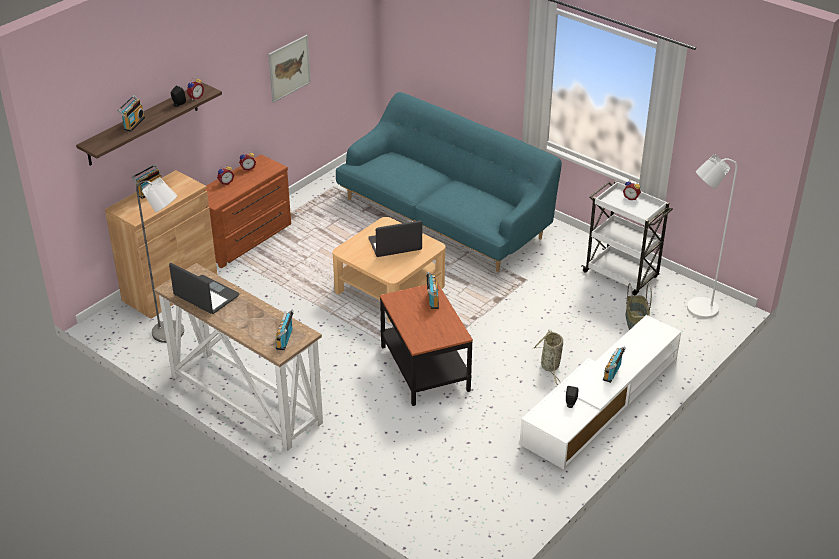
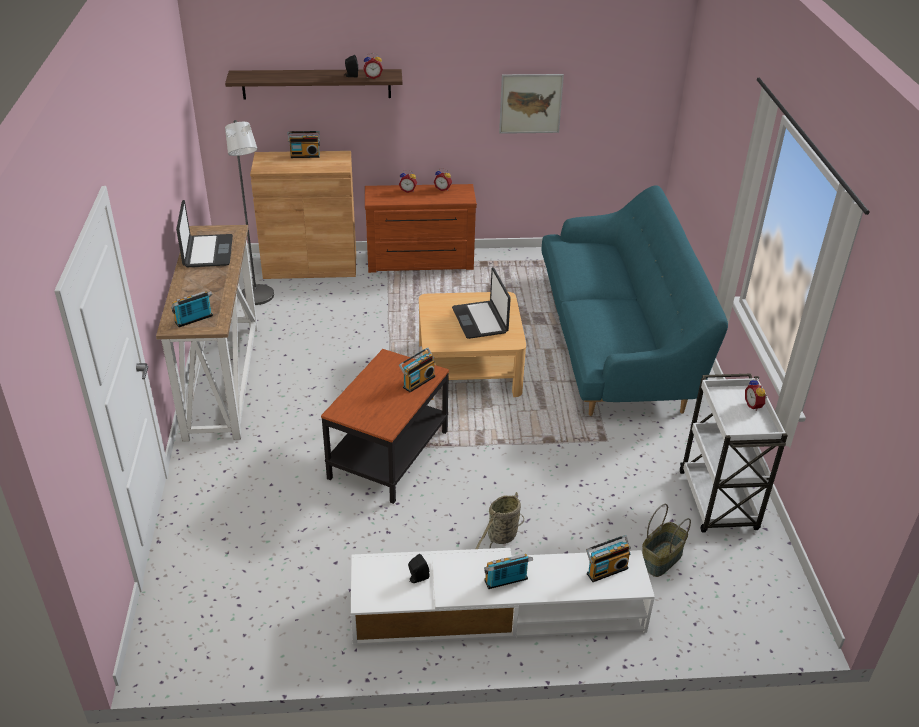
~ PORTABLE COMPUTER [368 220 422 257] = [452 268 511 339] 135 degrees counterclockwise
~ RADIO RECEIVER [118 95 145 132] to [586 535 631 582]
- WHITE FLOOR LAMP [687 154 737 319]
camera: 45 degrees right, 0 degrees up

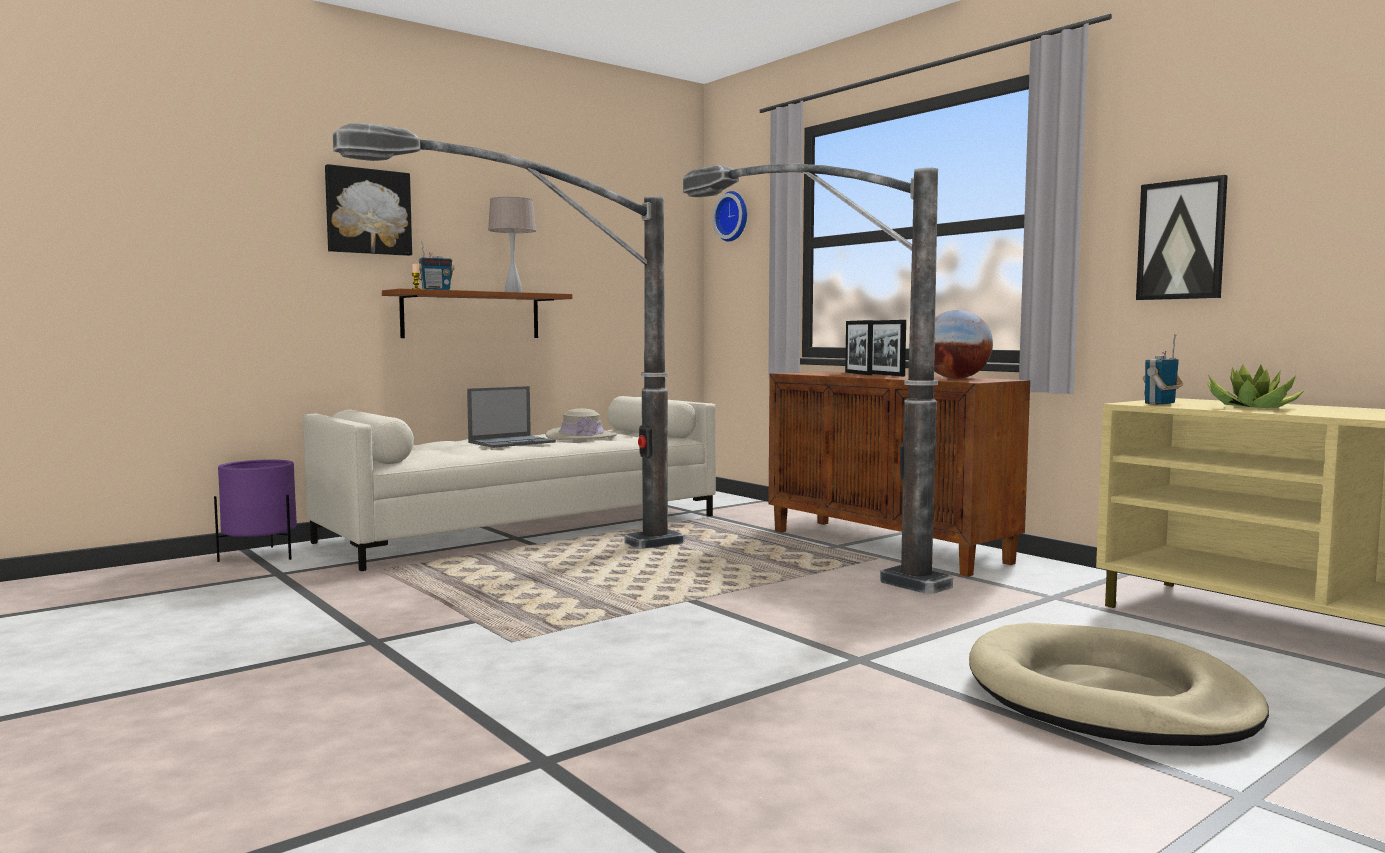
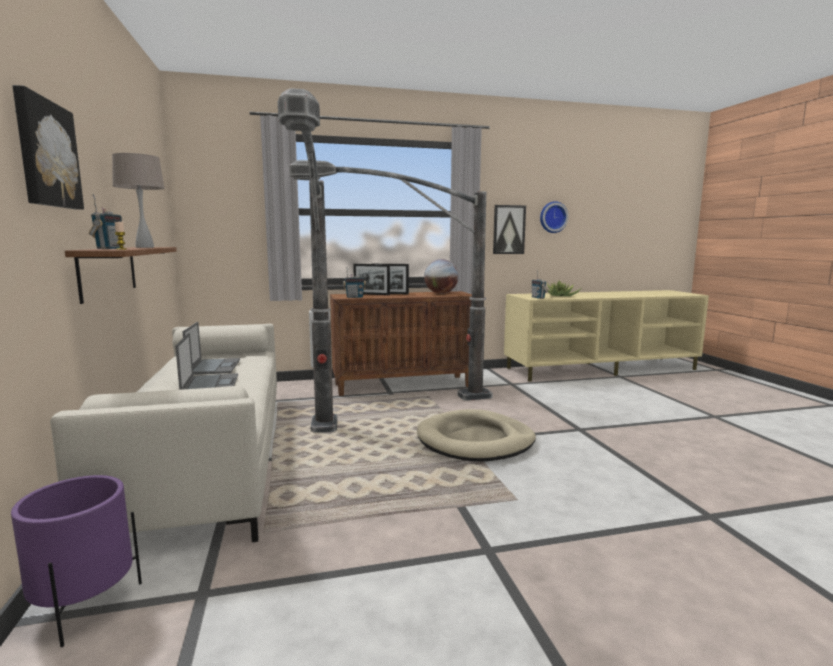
~ BEIGE CLOTHING HAT [546 408 617 440] to PORTABLE COMPUTER [182 322 240 375]
+ RADIO RECEIVER [343 267 366 298]
~ BEIGE PET BED [969 623 1269 746] to [417 409 536 462]
~ WALL CLOCK [712 191 747 242] to [540 201 568 233]
camera: 65 degrees left, 5 degrees up

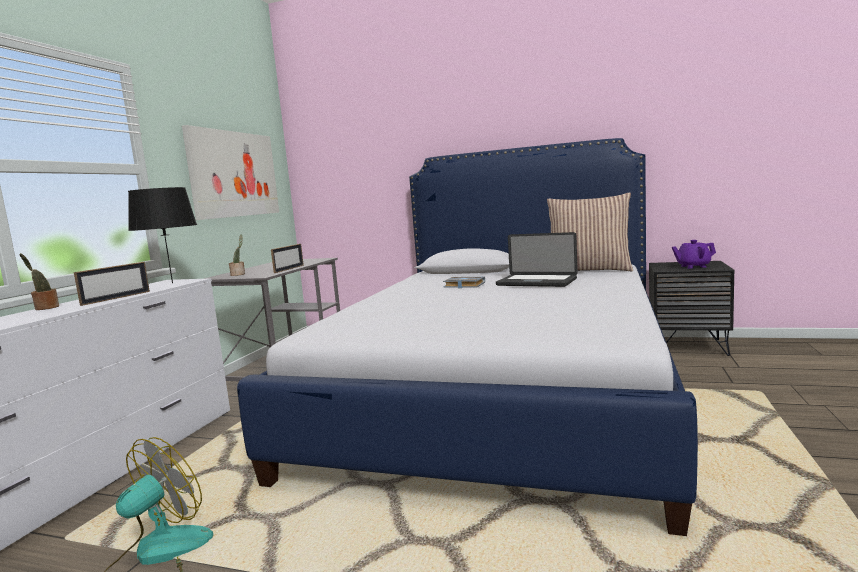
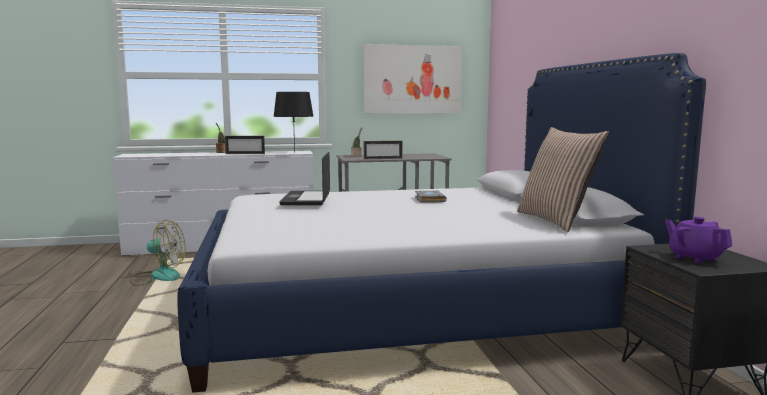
~ PORTABLE COMPUTER [496 232 578 287] to [280 152 330 206]
camera: 60 degrees right, 0 degrees up

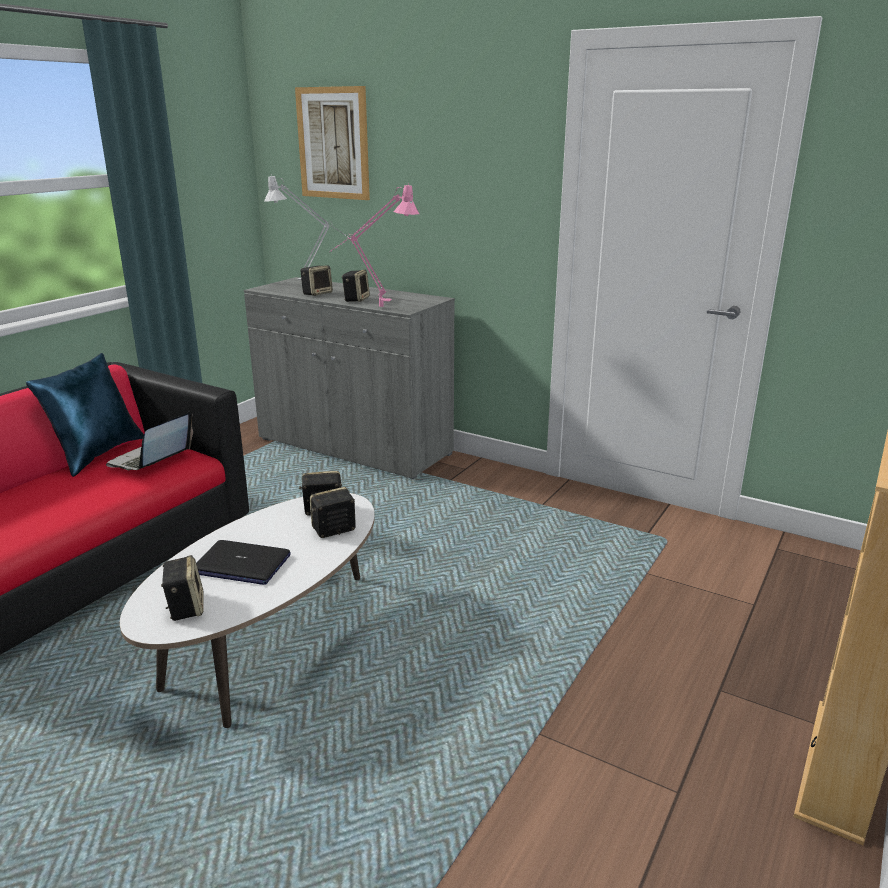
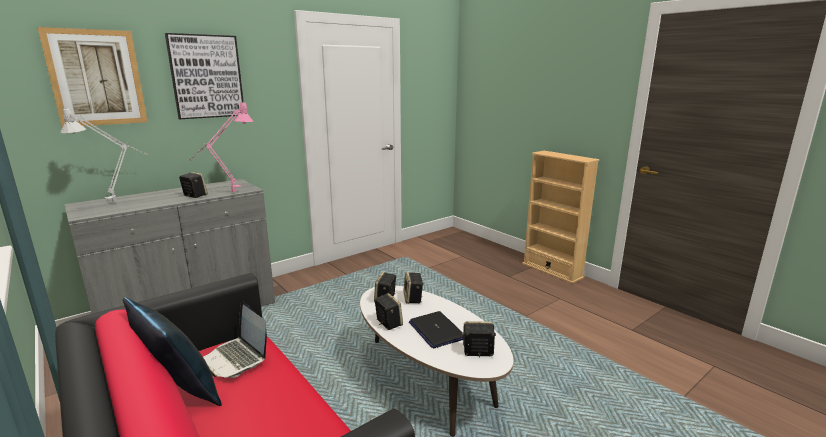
+ WALL PICTURE [165 33 244 119]
~ AUDIO SPEAKER [300 265 333 296] to [374 293 403 330]
~ PORTABLE COMPUTER [196 540 291 585] = [409 311 463 348] 120 degrees clockwise
camera: 70 degrees left, 5 degrees down

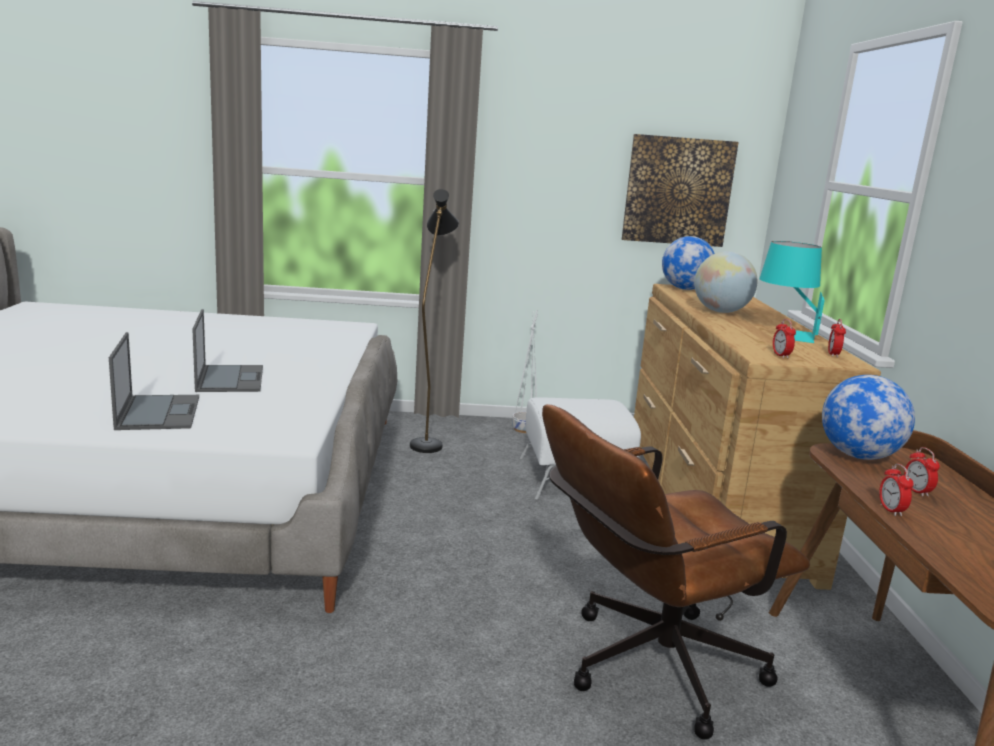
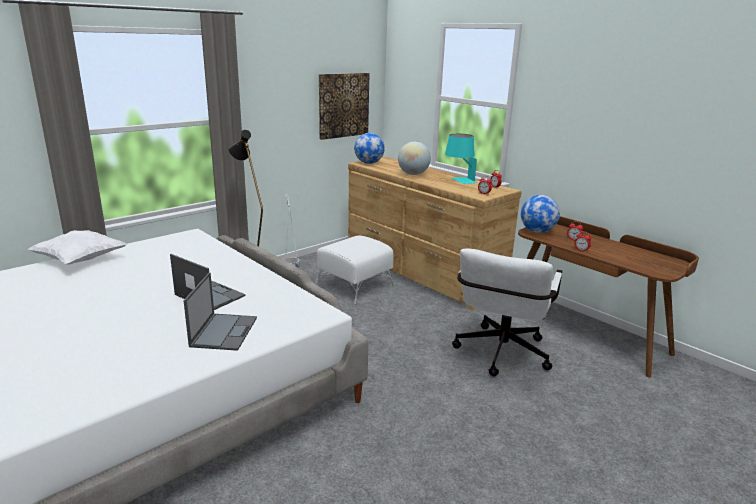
+ WHITE THROW PILLOW [28 230 126 264]
~ PORTABLE COMPUTER [109 332 199 430] = [183 272 257 351] 60 degrees clockwise
~ BROWNISH DESK CHAIR [542 404 810 740] to WHITE DESK CHAIR [452 248 562 377]
camera: 40 degrees left, 5 degrees up

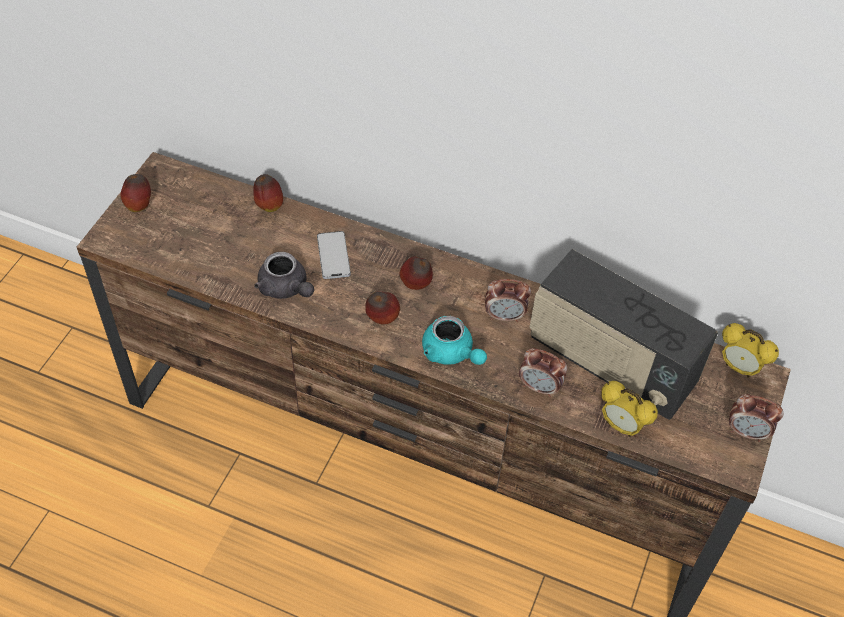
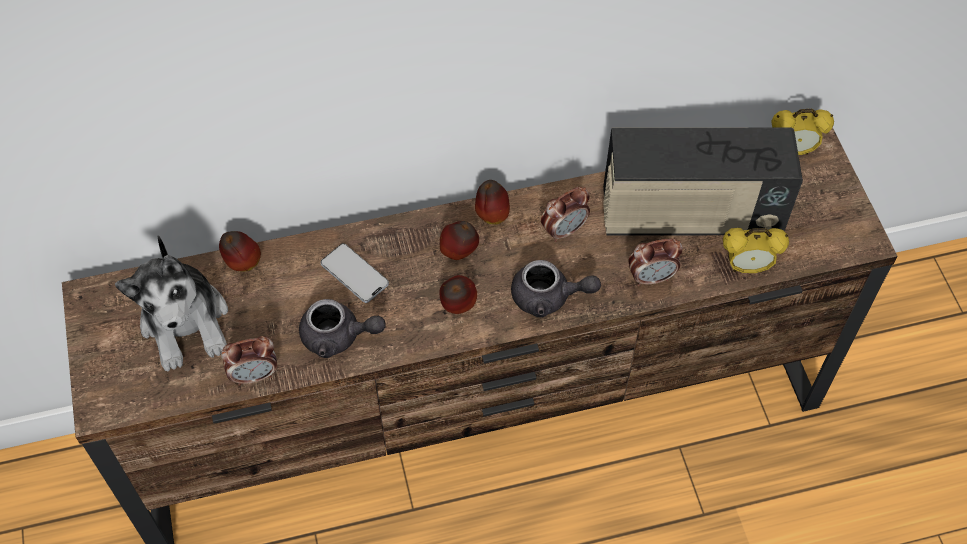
+ SOFT TOY [115 235 228 372]
~ TABLE CLOCK [729 394 783 442] to [221 336 277 386]
~ WHOLE APPLE [120 174 151 212] to [475 180 510 225]
~ BLUE-GREEN POT FOR TEA [422 316 487 365] to GREYISH POT FOR TEA [511 260 601 317]
camera: 35 degrees left, 5 degrees up

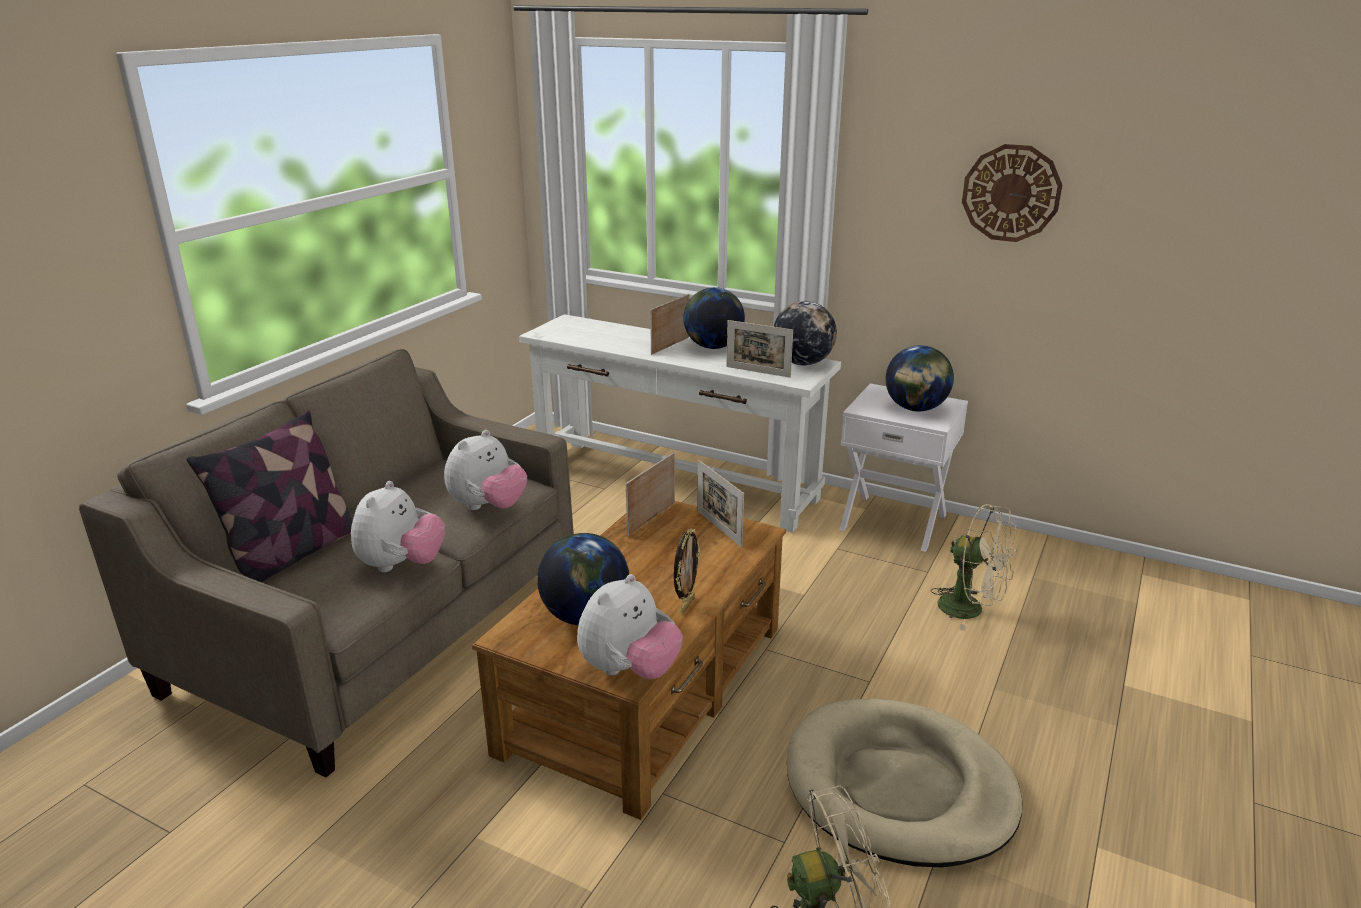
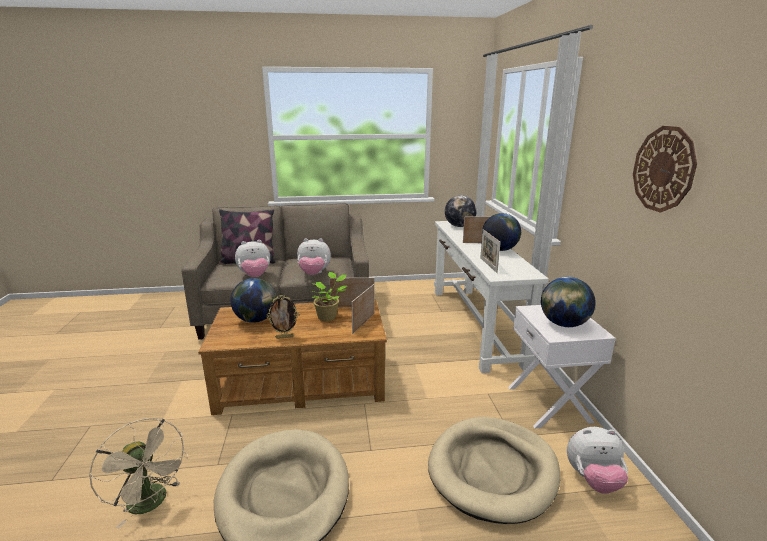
+ PLANT IN A POT [311 272 347 321]
~ BEIGE FAN [931 504 1017 631] to BEIGE PET BED [428 417 560 524]
~ WORLD GLOBE [774 301 837 365] to [445 195 477 227]
~ SOFT TOY [577 574 683 679] to [567 427 628 494]
camera: 55 degrees right, 5 degrees down

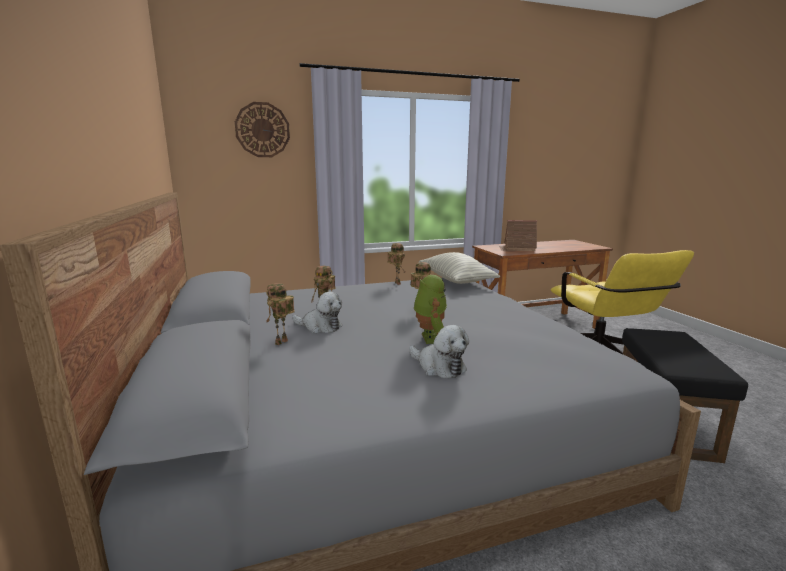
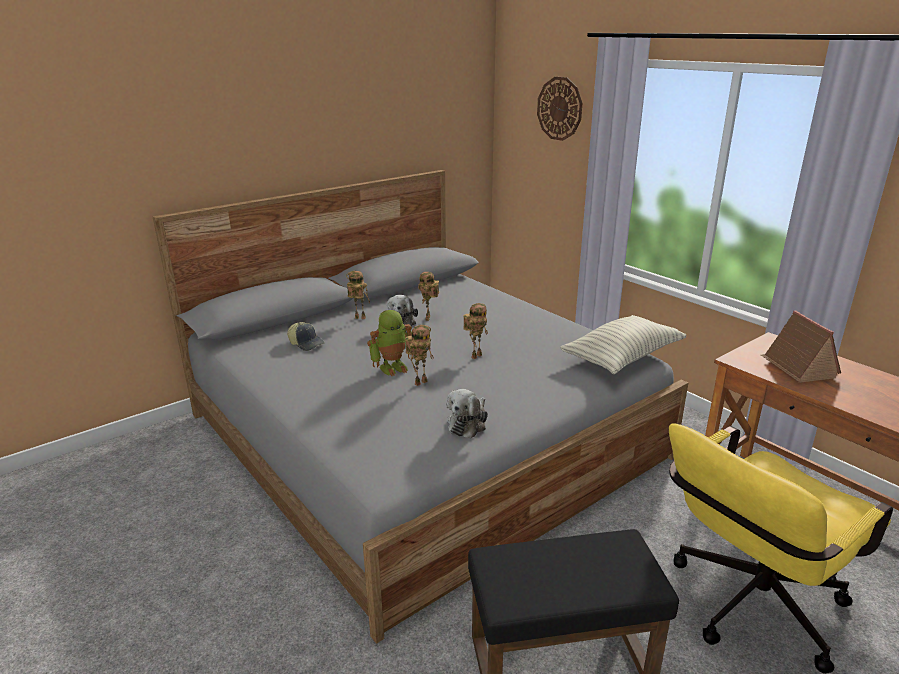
+ PEAKED CAP [287 322 325 351]
~ ROBOT FIGURE [388 243 406 285] to [405 325 434 386]
~ SOFT TOY [409 325 469 378] to [446 389 488 439]
camera: 70 degrees right, 10 degrees up

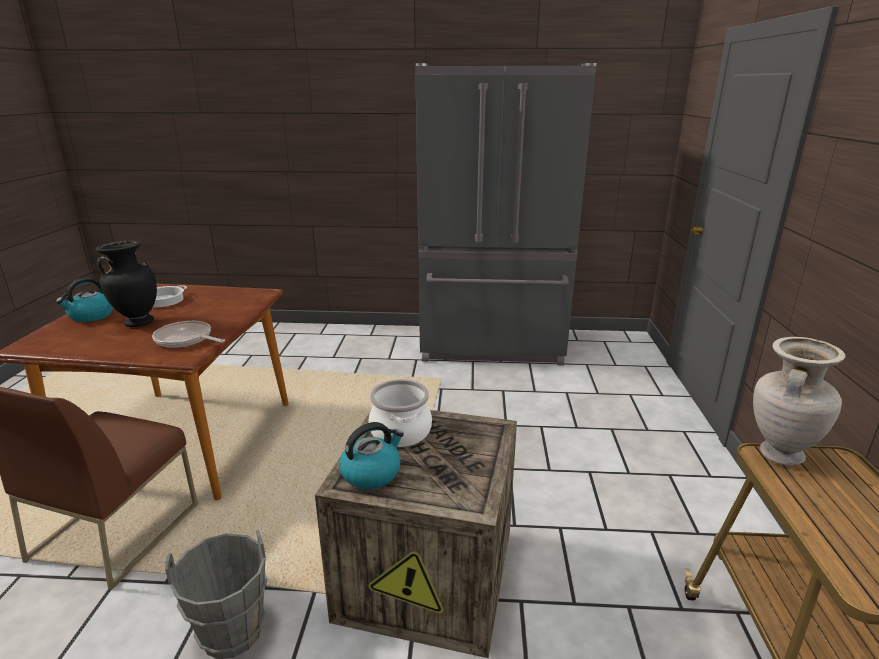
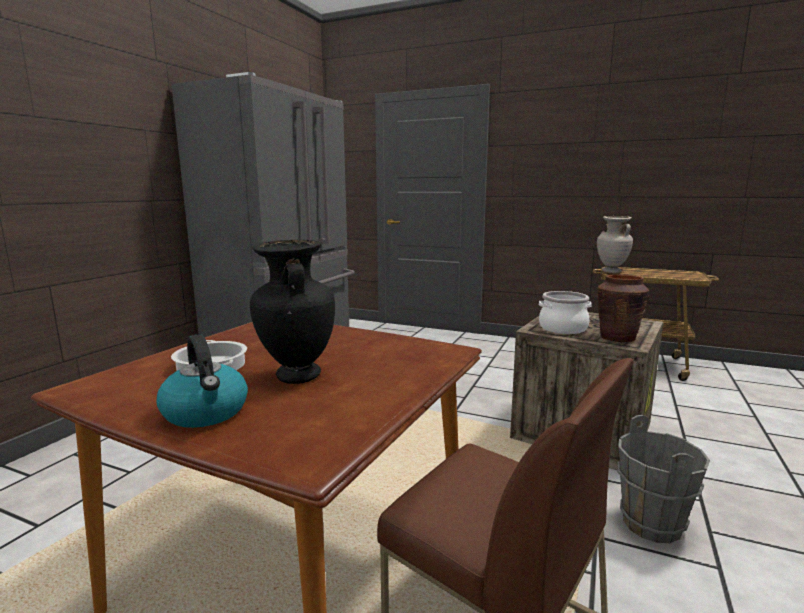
~ WATER KETTLE [339 422 404 489] to BROWNISH VASE [597 274 650 342]
- PAN [152 321 225 348]
camera: 70 degrees left, 10 degrees down

